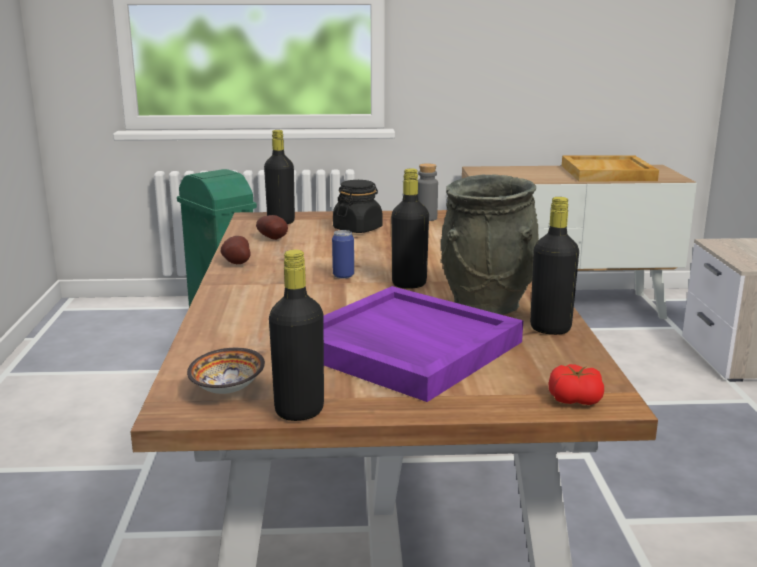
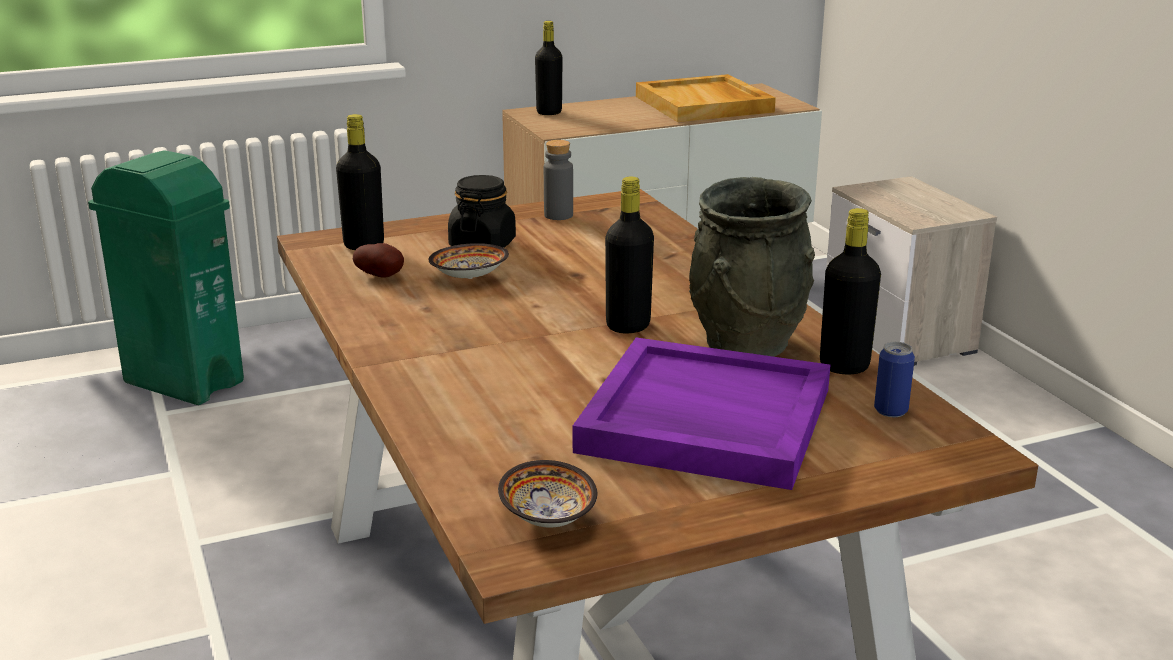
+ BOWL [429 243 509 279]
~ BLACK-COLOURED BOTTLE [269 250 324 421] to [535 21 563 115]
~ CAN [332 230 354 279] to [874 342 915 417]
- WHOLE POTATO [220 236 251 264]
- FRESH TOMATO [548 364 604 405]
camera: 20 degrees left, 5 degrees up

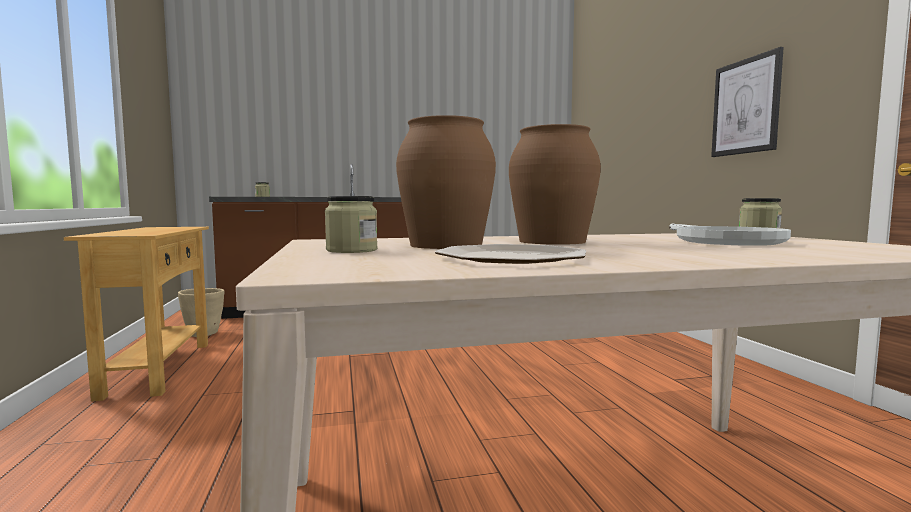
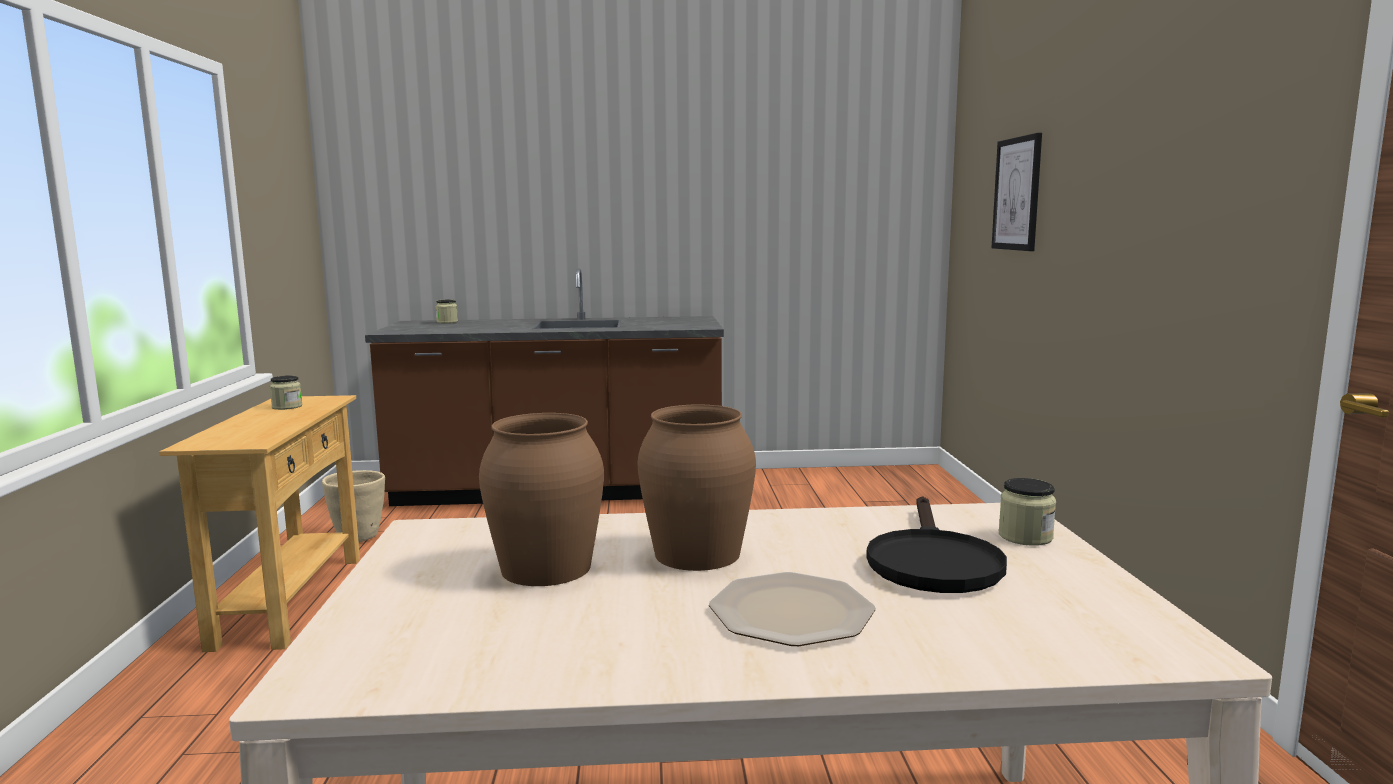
~ PRESERVE JAR [325 196 378 253] to [270 375 303 410]
~ FLAT DISH [435 244 586 264] to [709 572 876 646]
~ WHITE PAN [669 224 791 246] to BLACK-COLOURED PAN [866 496 1007 593]
~ WALL PICTURE [711 47 784 157] to [992 133 1042 251]
camera: 10 degrees right, 5 degrees up

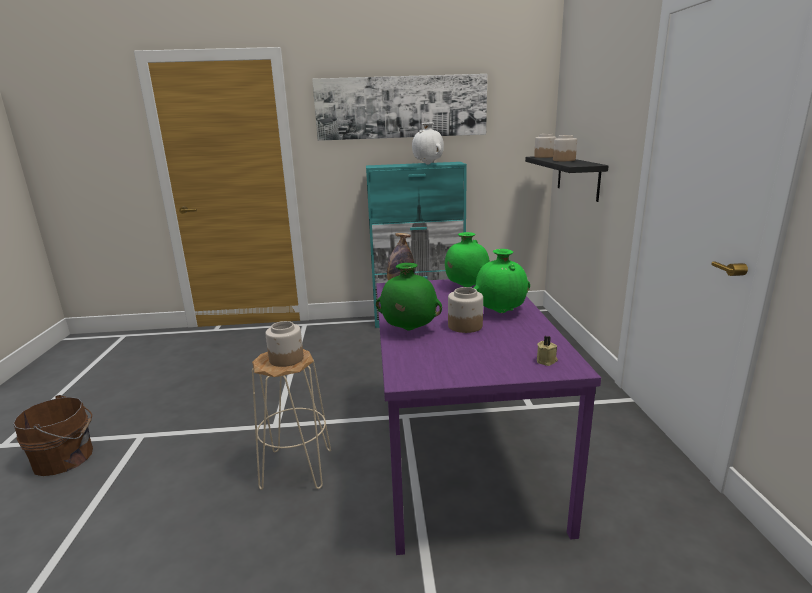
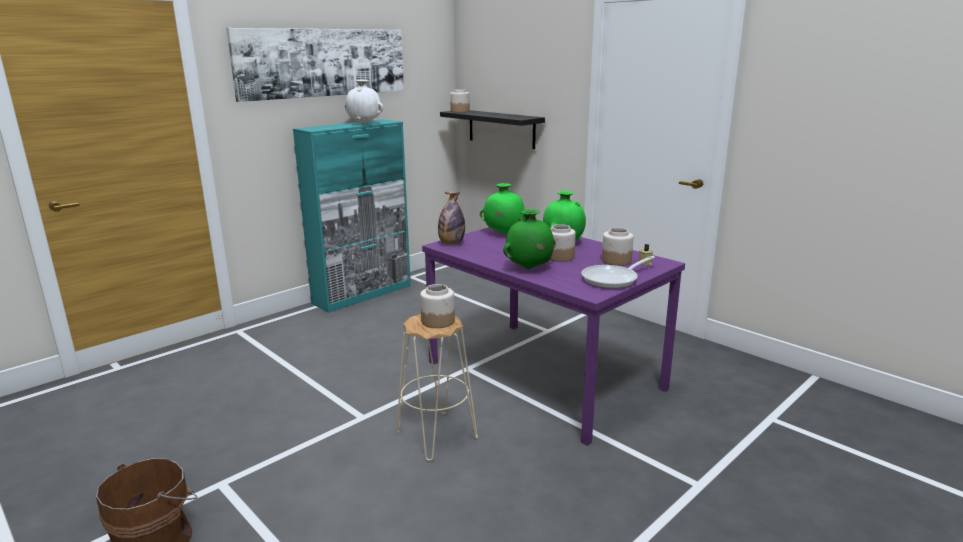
+ PAN [581 256 655 289]
~ PRESERVE JAR [553 135 577 161] to [602 228 634 266]
camera: 40 degrees left, 0 degrees up

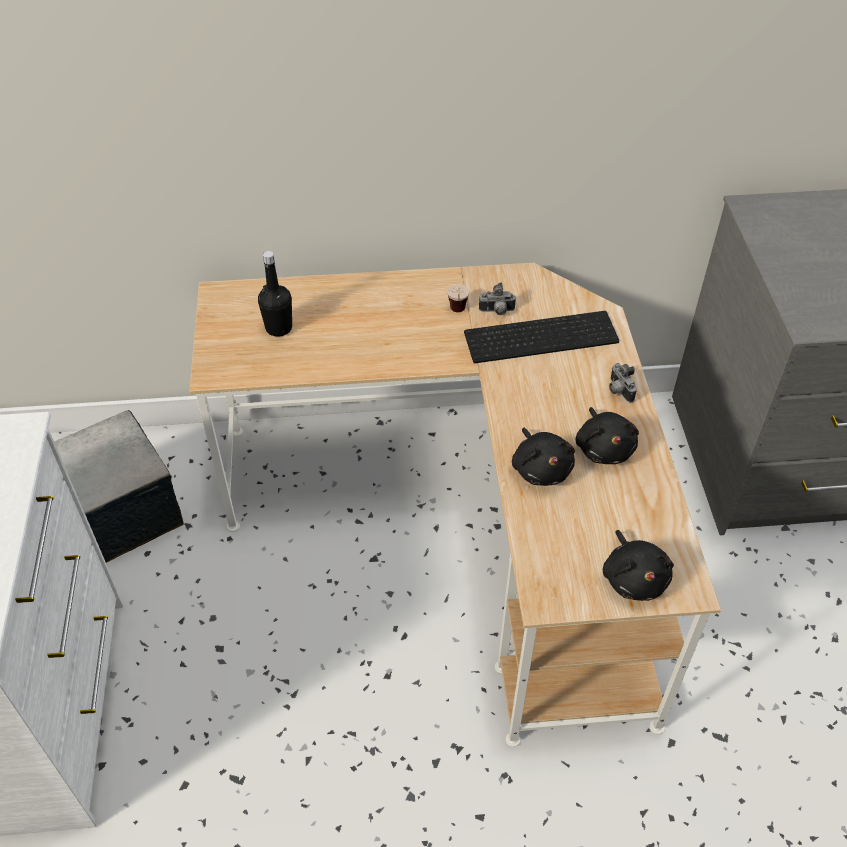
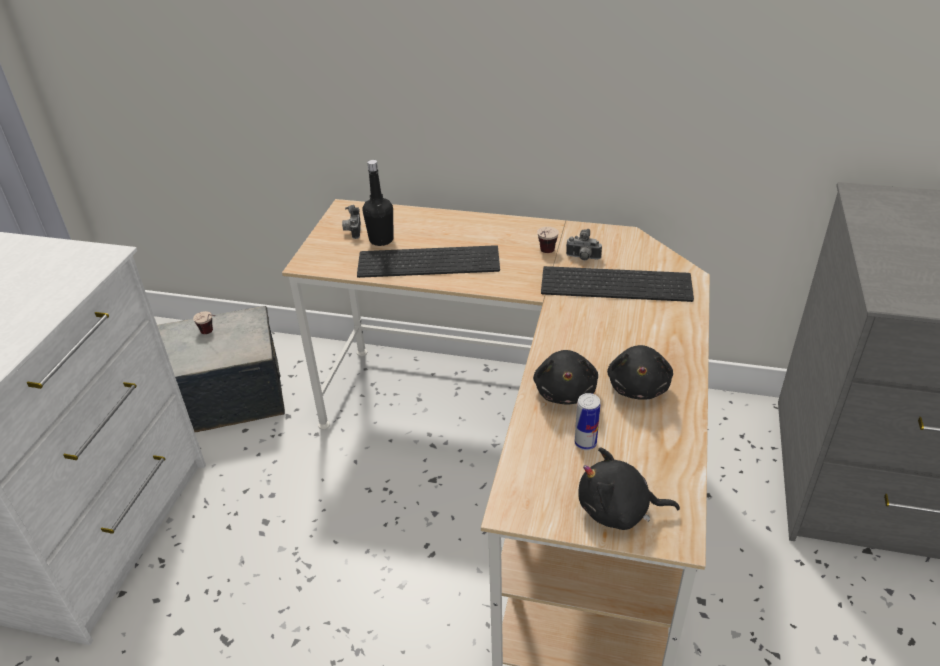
+ DRINKING CUP [193 311 215 334]
~ PHOTO CAMERA [609 363 637 402] to [342 205 361 239]
+ COMPUTER KEYBOARD [357 245 500 278]
+ CAN [574 393 601 450]
~ BLACK-COLOURED SOFT TOY [603 530 674 601] = [578 447 680 530] 90 degrees clockwise
camera: 20 degrees right, 10 degrees down

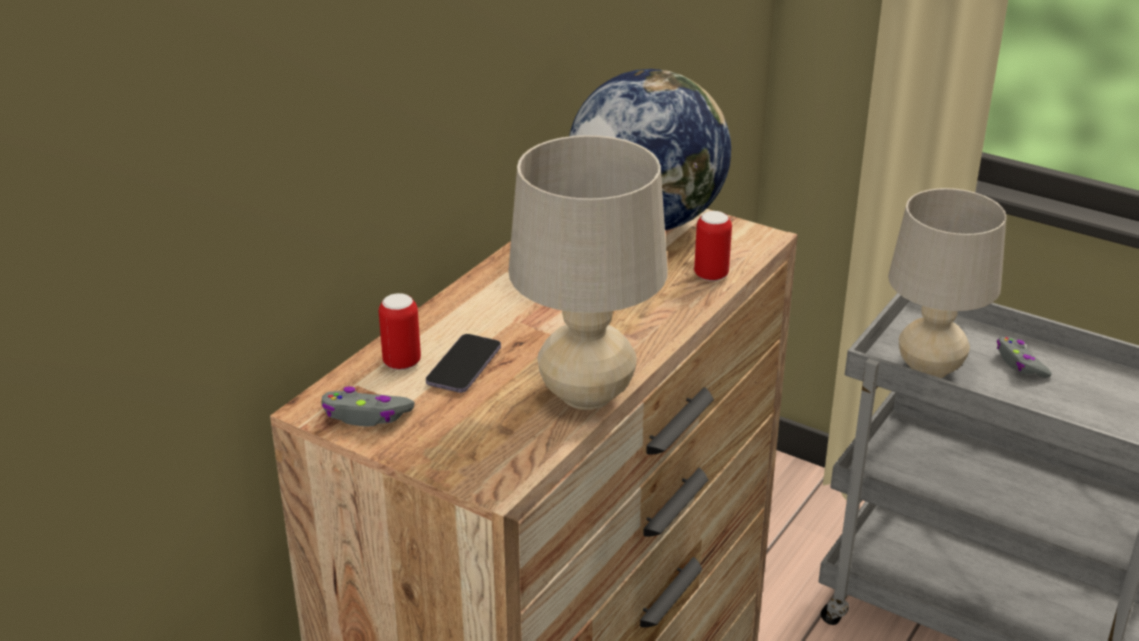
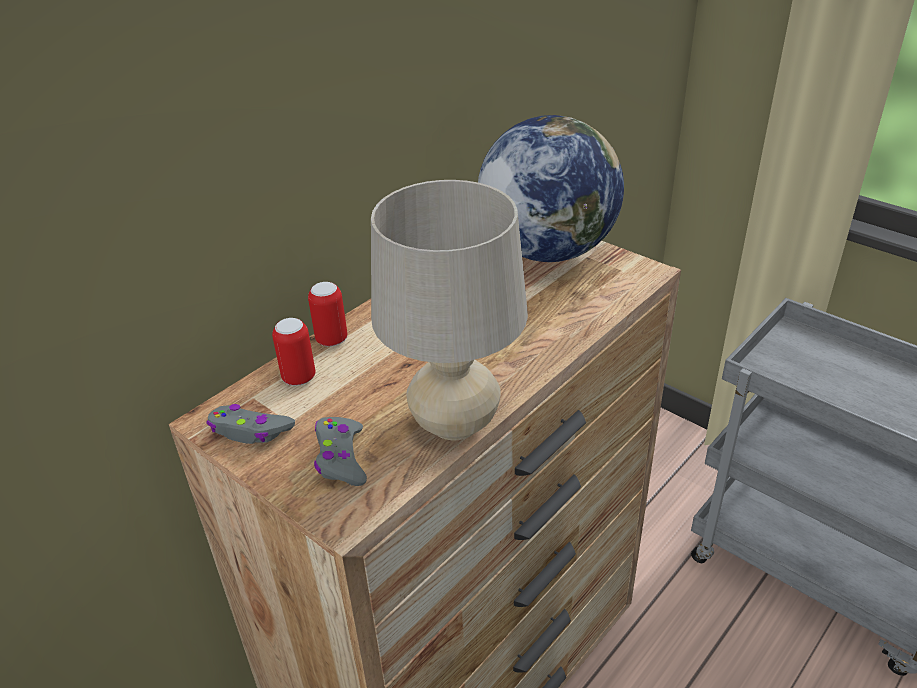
~ CAN [694 211 732 281] to [308 282 347 347]
~ GREYISH JOYPAD [997 337 1052 378] to [314 417 367 486]
- TELEPHONE [426 334 501 393]
- BEIGE TABLETOP LAMP [888 188 1007 378]
camera: 10 degrees right, 5 degrees up

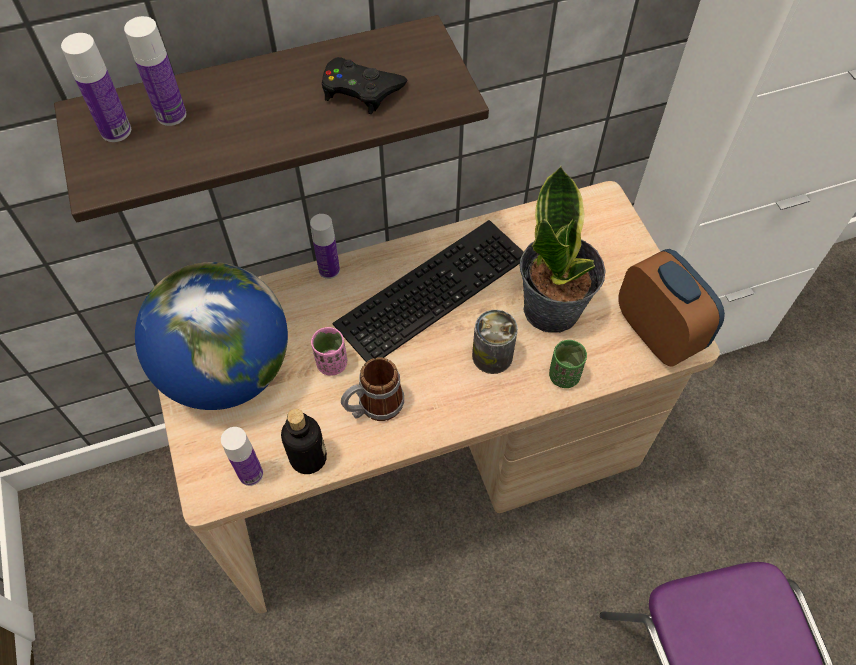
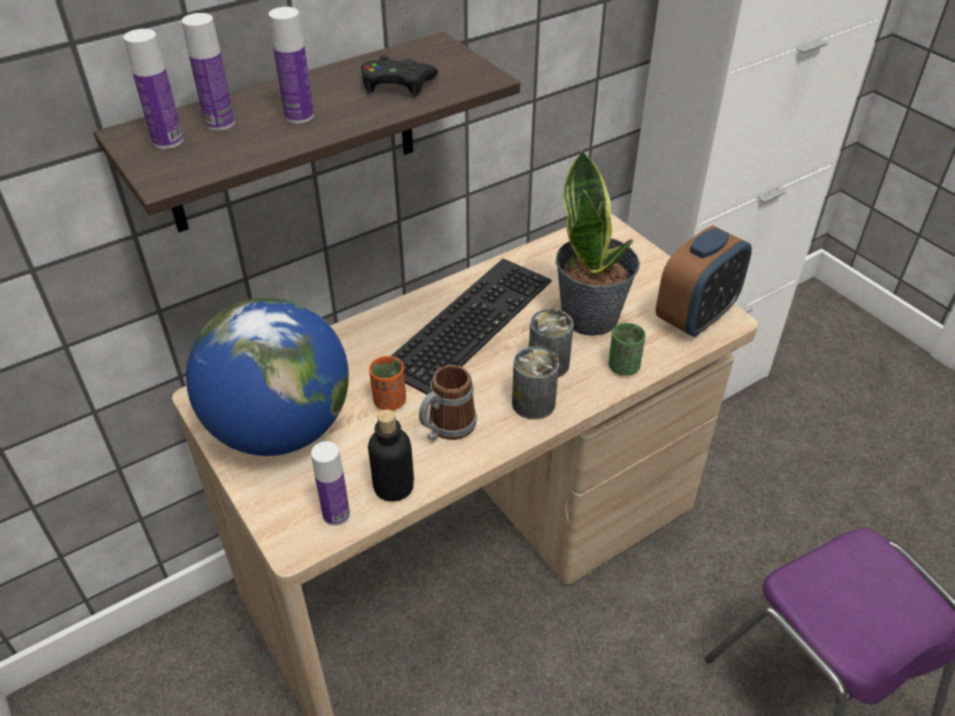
~ BOTTLE [310 214 340 279] to [269 7 314 124]
~ PINKISH DRINKING CUP [311 327 347 376] to ORANGE-COLOURED DRINKING CUP [369 356 406 410]
+ CAN [512 347 559 420]
~ TABLE CLOCK [618 249 725 367] = [656 226 752 337] 90 degrees clockwise
camera: 15 degrees left, 15 degrees down

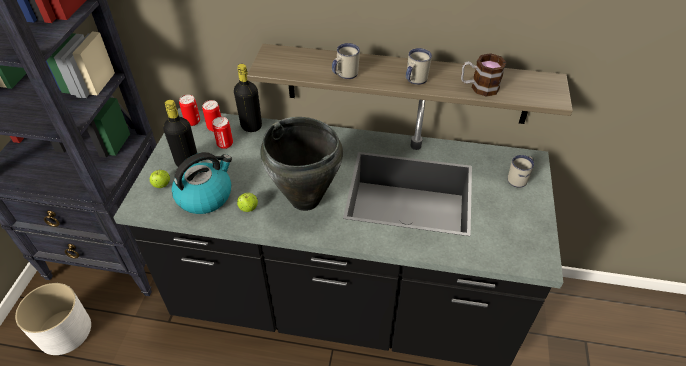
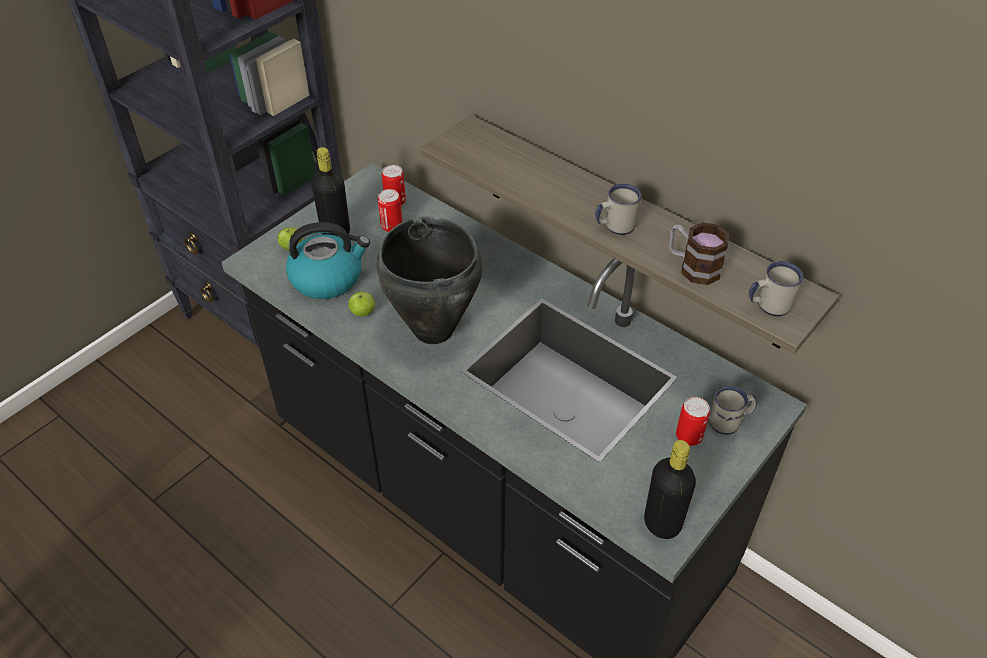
~ BLACK-COLOURED BOTTLE [234 64 262 132] to [644 440 696 539]
~ CAN [179 95 200 126] to [676 397 710 446]
~ WHITE COFFEE MUG [332 43 360 79] to [749 261 803 316]
- WHITE PLANTER [15 283 91 355]
camera: 30 degrees right, 0 degrees up

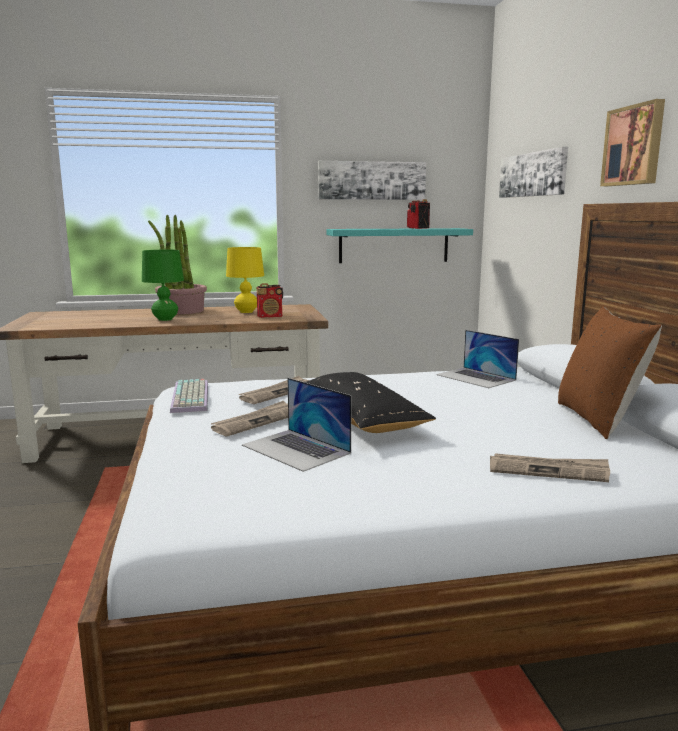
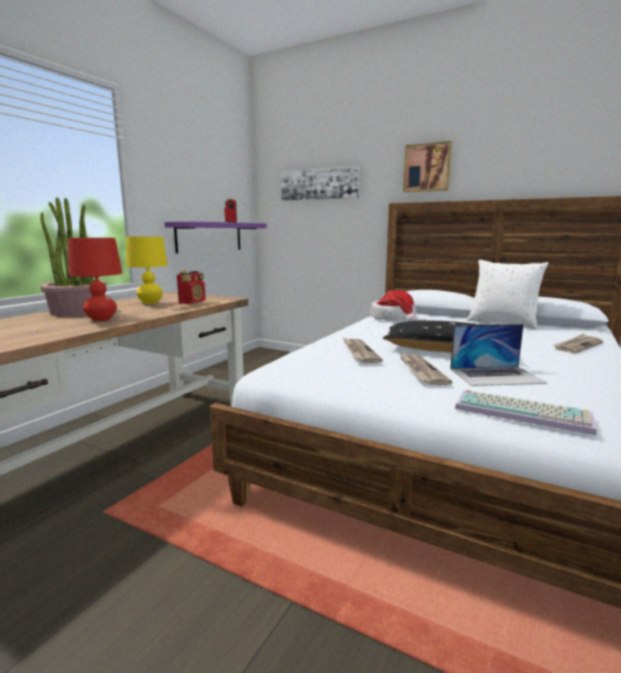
~ GREENISH TABLETOP LAMP [142 250 184 321] to RED-COLOURED TABLETOP LAMP [68 238 122 321]
~ BLUE-GREEN WALL SHELF [327 228 473 263] to PURPLE-COLOURED WALL SHELF [165 221 266 253]
~ PORTABLE COMPUTER [436 330 519 388] to CLOTHING HAT [370 290 417 322]
~ COMPUTER KEYBOARD [170 379 208 413] to [455 390 597 436]
~ BROWNISH THROW PILLOW [558 307 662 439] to WHITE THROW PILLOW [467 260 549 329]
- WALL PICTURE [318 161 426 200]
camera: 50 degrees left, 0 degrees up

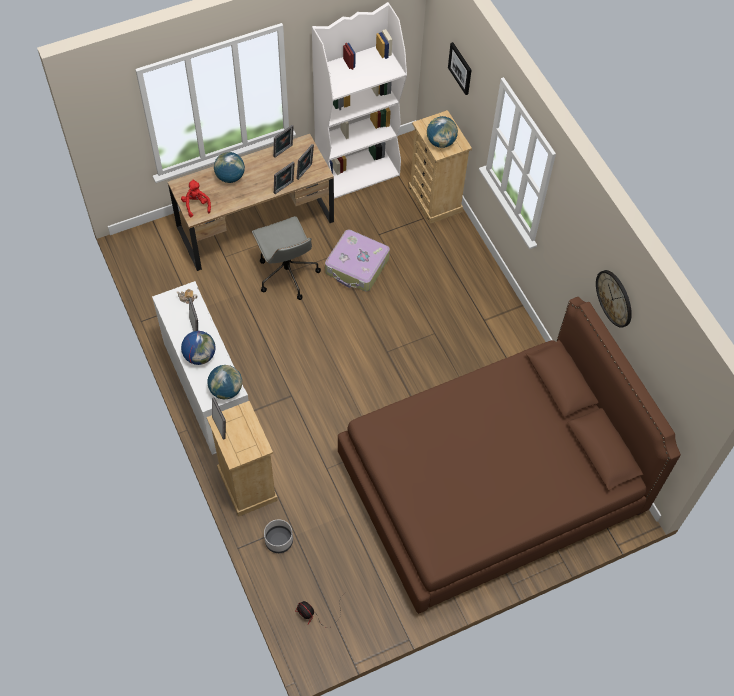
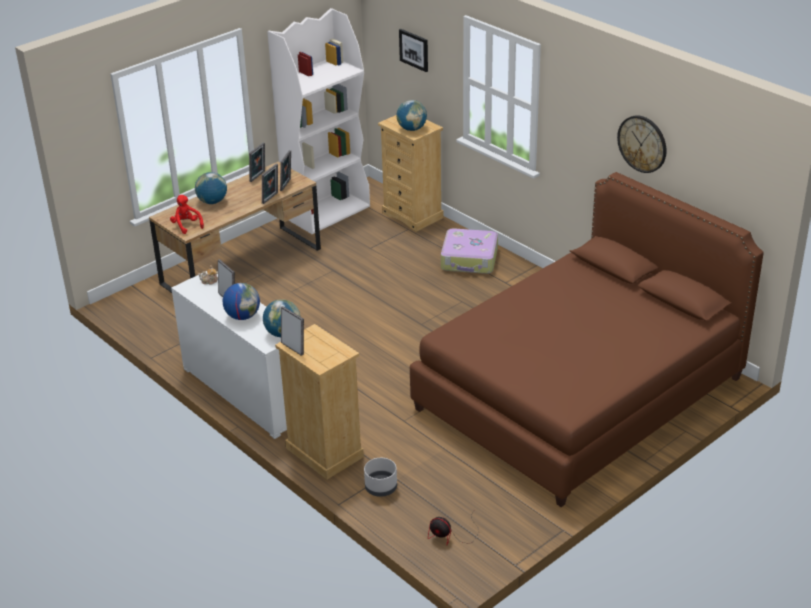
~ PIECE OF LUGGAGE [325 230 390 292] to [441 228 498 274]
- GREYISH DESK CHAIR [252 216 321 300]
camera: 15 degrees left, 25 degrees down

